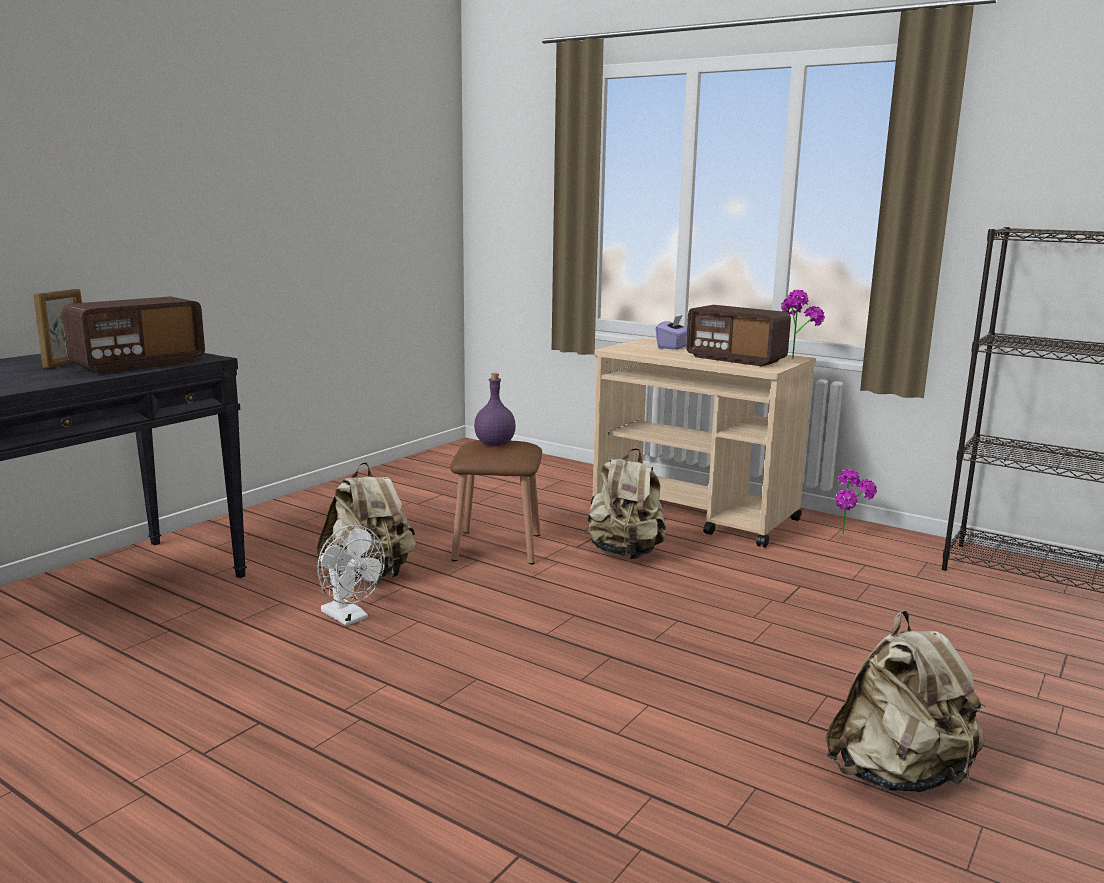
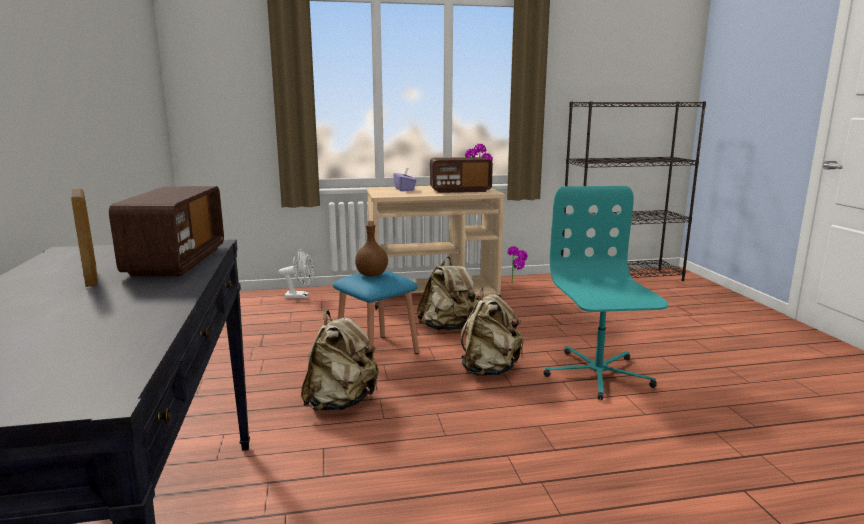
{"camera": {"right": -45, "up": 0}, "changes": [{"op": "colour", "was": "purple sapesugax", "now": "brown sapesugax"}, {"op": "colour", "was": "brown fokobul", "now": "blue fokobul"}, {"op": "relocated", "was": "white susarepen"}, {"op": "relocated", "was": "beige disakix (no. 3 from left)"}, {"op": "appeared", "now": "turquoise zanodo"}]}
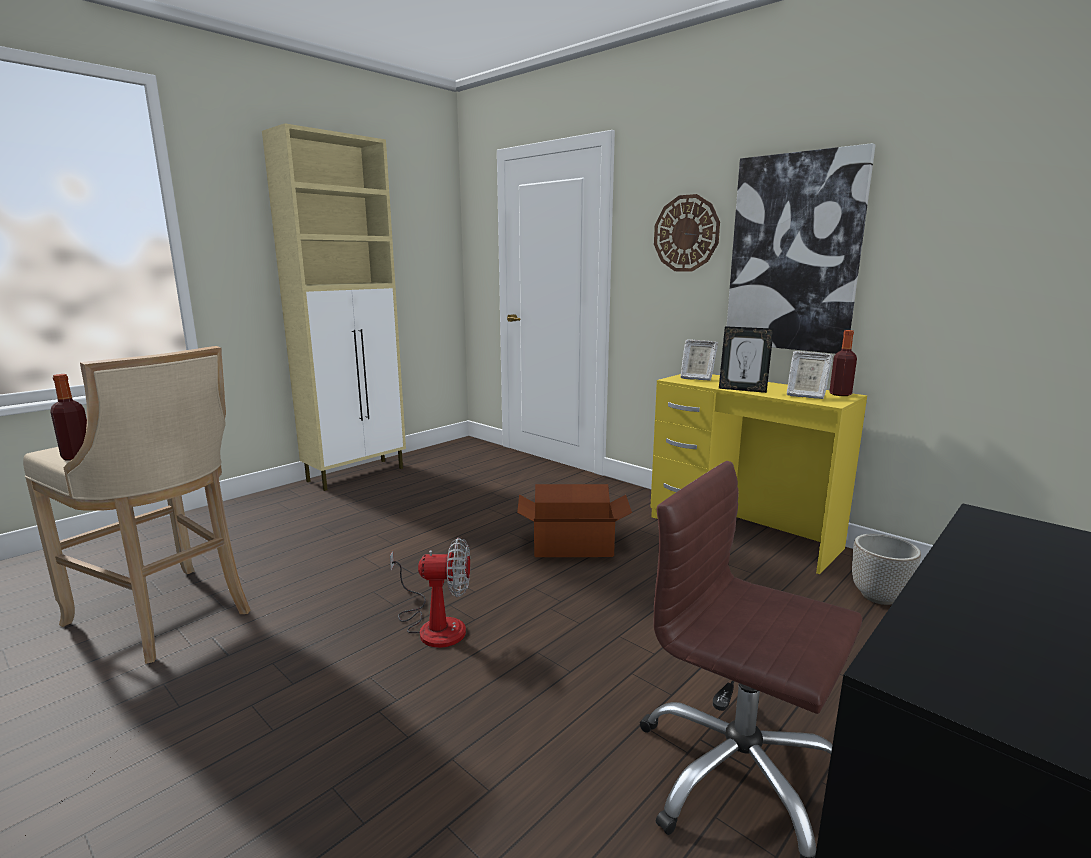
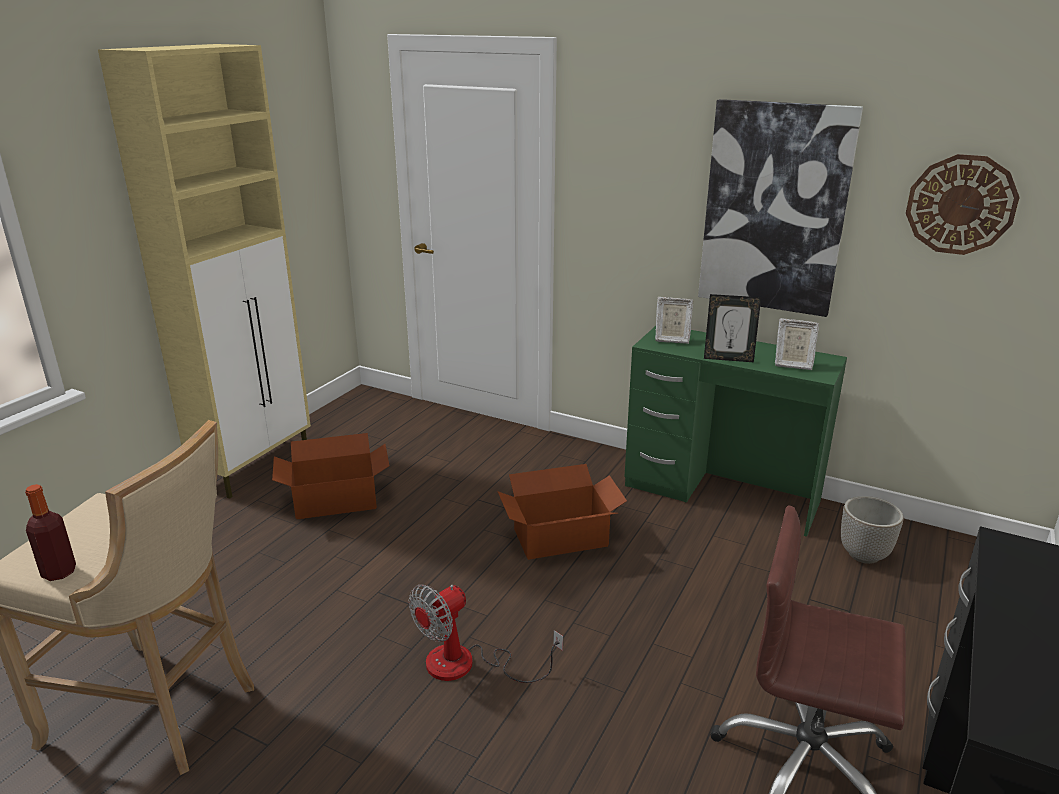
{"camera": {"right": -15, "up": 10}, "changes": [{"op": "relocated", "was": "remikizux"}, {"op": "missing", "was": "sapesugax (no. 2 from left)"}, {"op": "colour", "was": "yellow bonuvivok", "now": "green bonuvivok"}, {"op": "spun", "was": "susarepen", "clockwise": 150}, {"op": "appeared", "now": "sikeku (no. 1 from left)"}]}
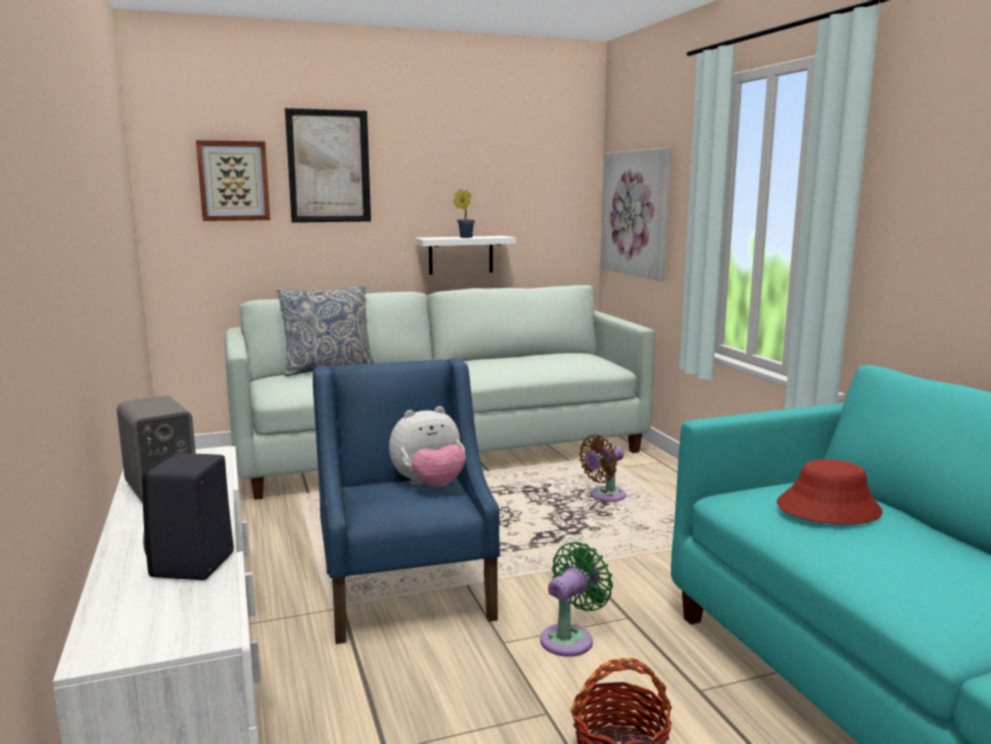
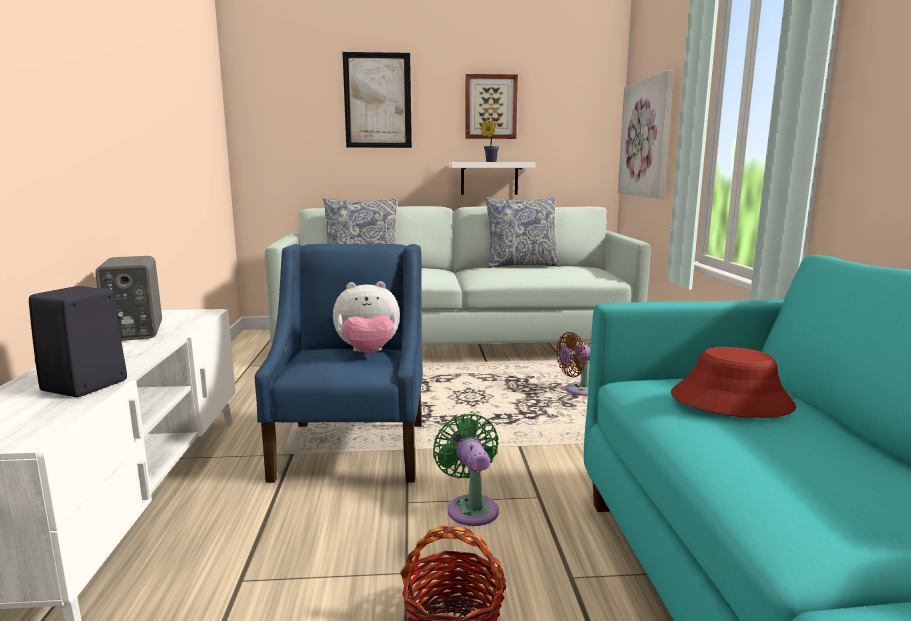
{"camera": {"right": 15, "up": 0}, "changes": [{"op": "relocated", "was": "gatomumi (no. 1 from left in the first image)", "now": "gatomumi (no. 2 from left)"}, {"op": "spun", "was": "green susarepen", "clockwise": -75}, {"op": "appeared", "now": "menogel (no. 2 from left)"}]}
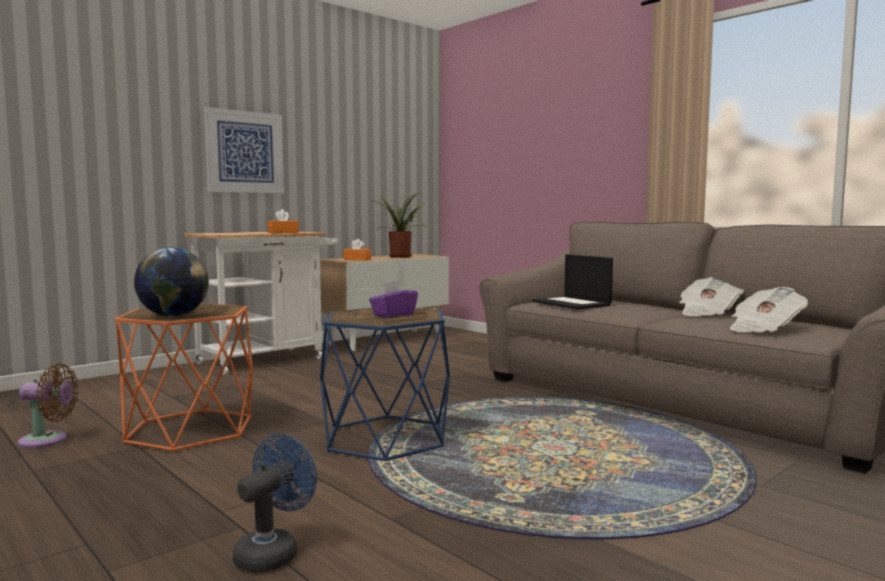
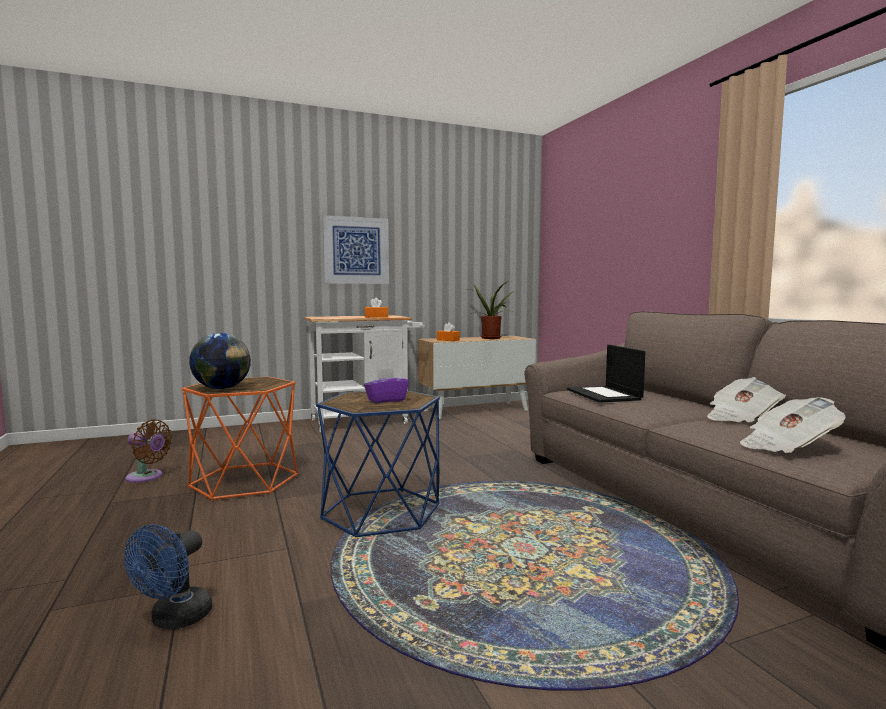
{"camera": {"right": 20, "up": 0}, "changes": [{"op": "spun", "was": "blue susarepen", "clockwise": 150}]}
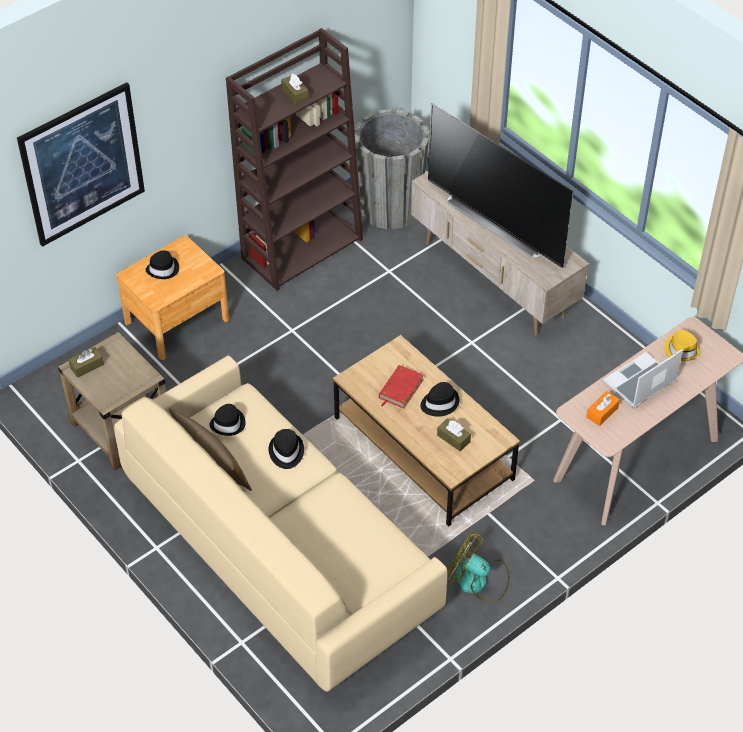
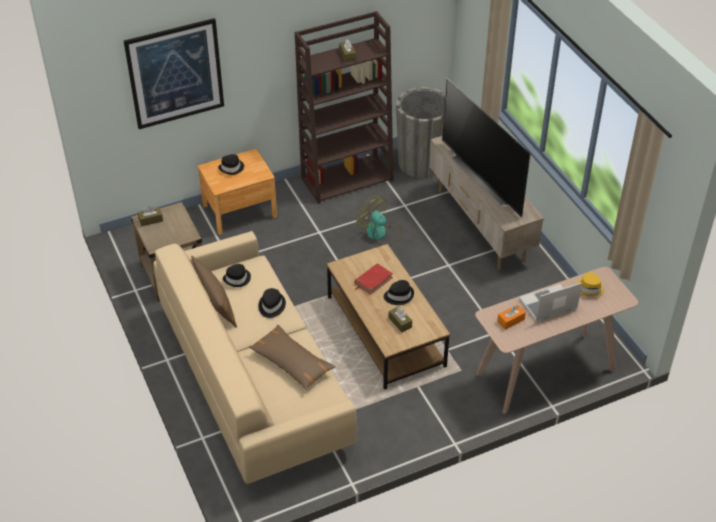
{"camera": {"right": 15, "up": -5}, "changes": [{"op": "relocated", "was": "susarepen"}, {"op": "appeared", "now": "brown menogel (no. 2 from left)"}]}
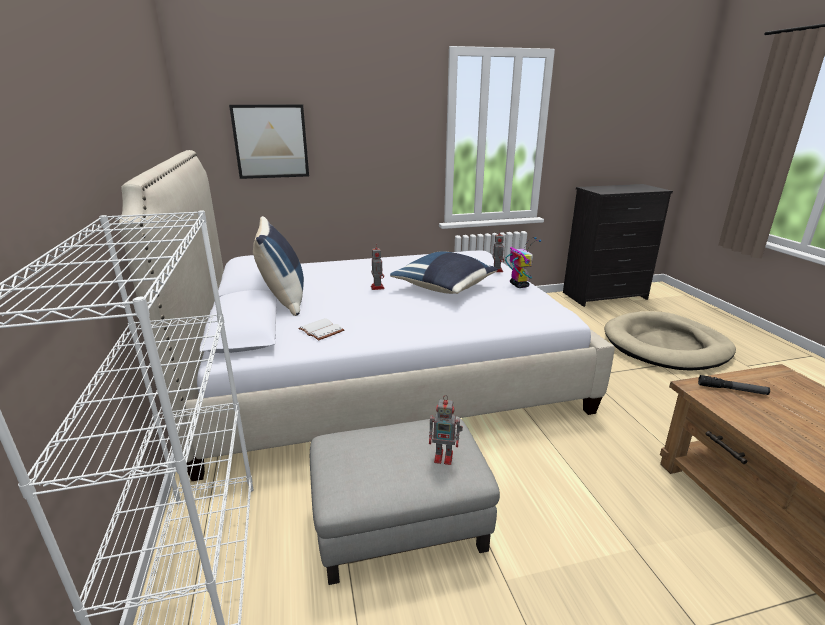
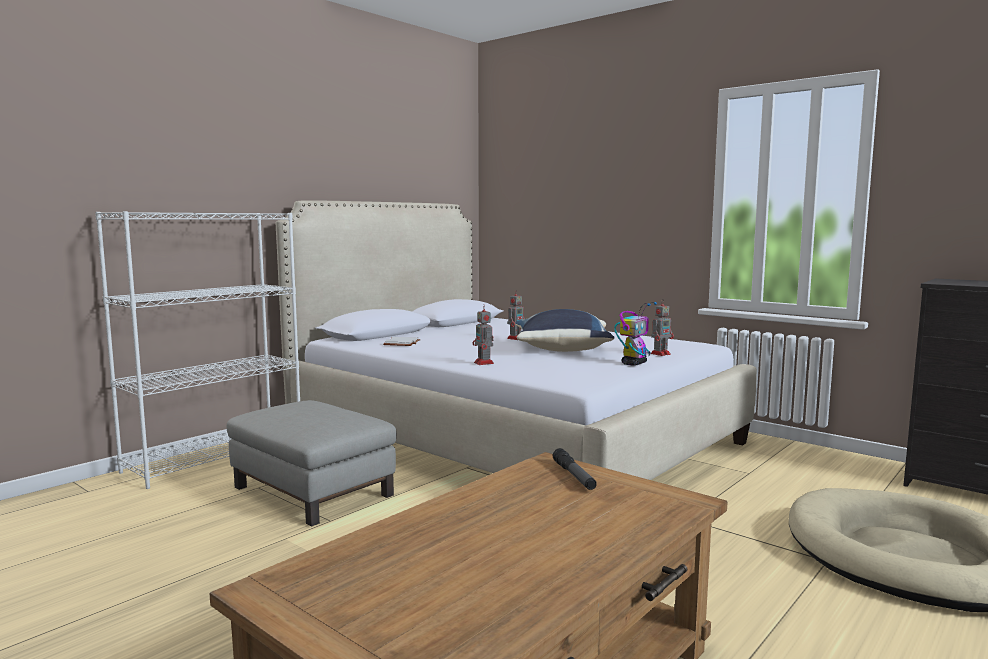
{"camera": {"right": 55, "up": -15}, "changes": [{"op": "missing", "was": "gatomumi"}, {"op": "missing", "was": "blue menogel (no. 1 from left)"}, {"op": "relocated", "was": "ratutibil (no. 2 from left in the first image)", "now": "ratutibil (no. 1 from left)"}]}
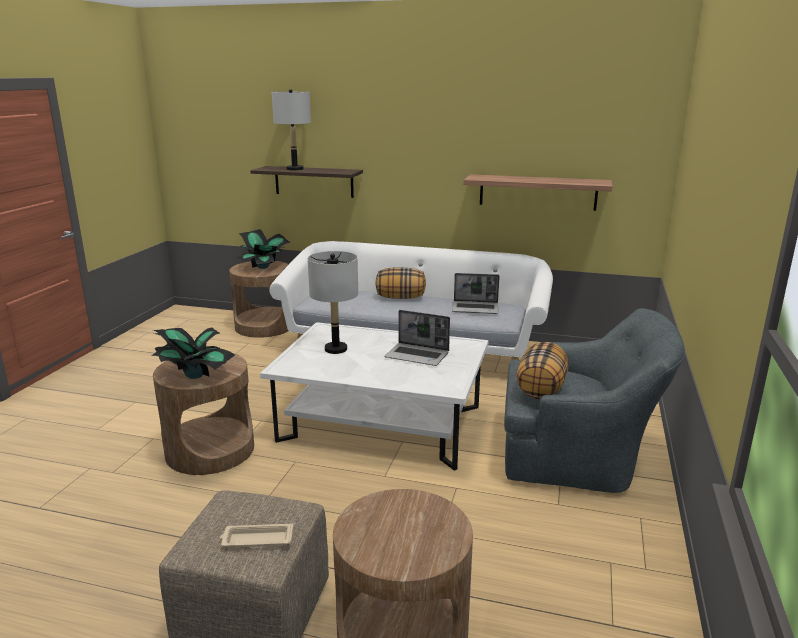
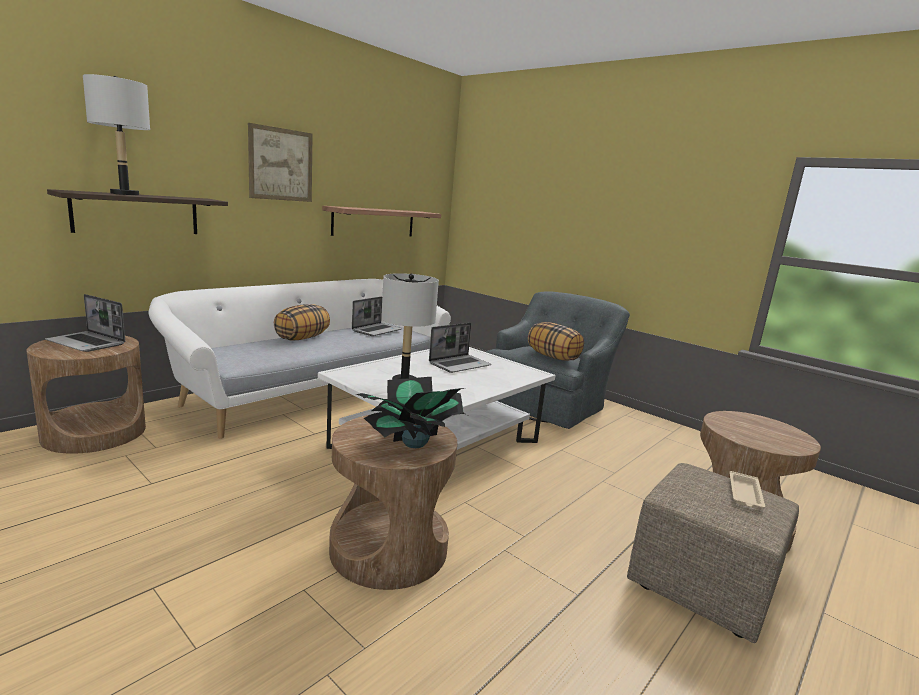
{"camera": {"right": -65, "up": -5}, "changes": [{"op": "exchanged", "was": "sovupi (no. 2 from left)", "now": "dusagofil (no. 1 from left)"}, {"op": "appeared", "now": "gatomumi"}]}
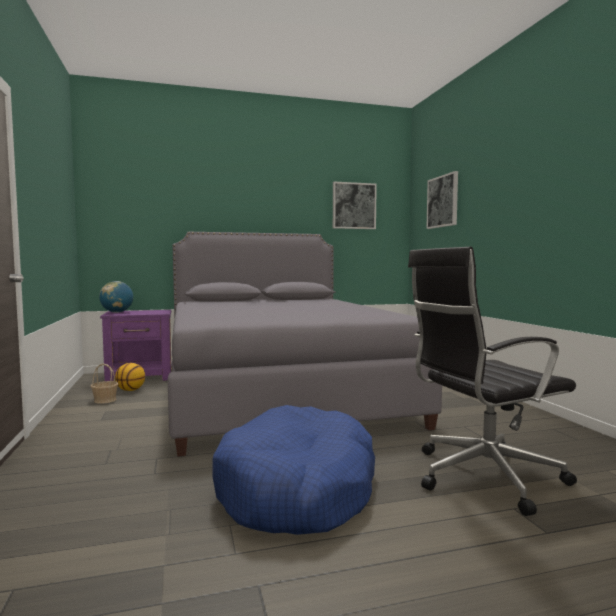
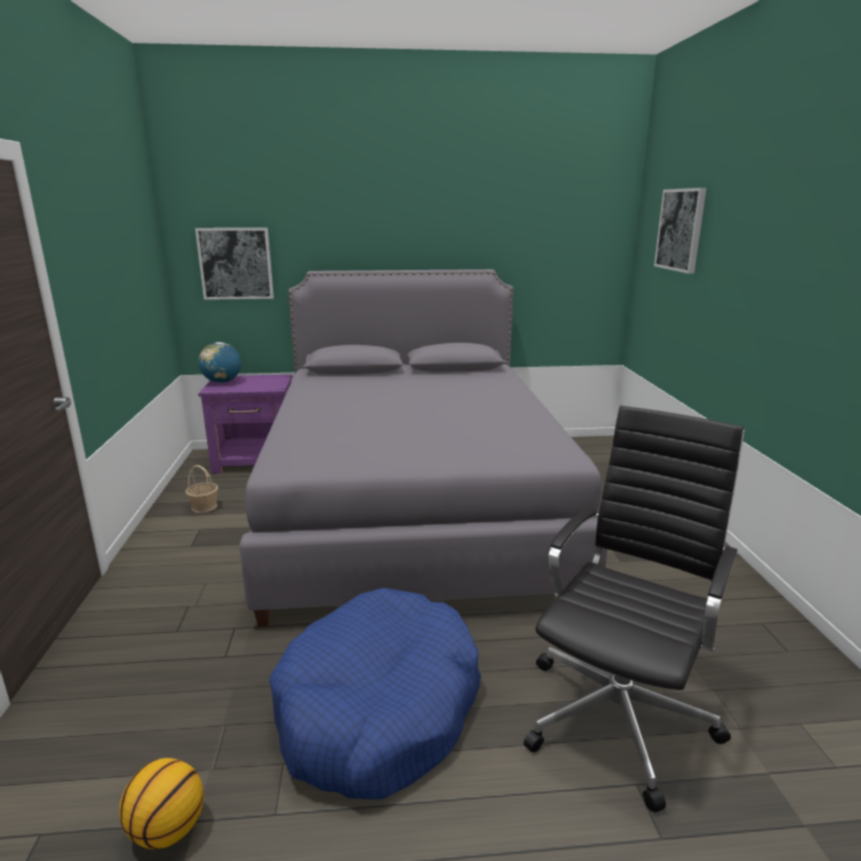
{"camera": {"right": 10, "up": 15}, "changes": [{"op": "relocated", "was": "gatomumi (no. 1 from left)"}, {"op": "spun", "was": "black zanodo", "clockwise": 135}, {"op": "relocated", "was": "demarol"}]}
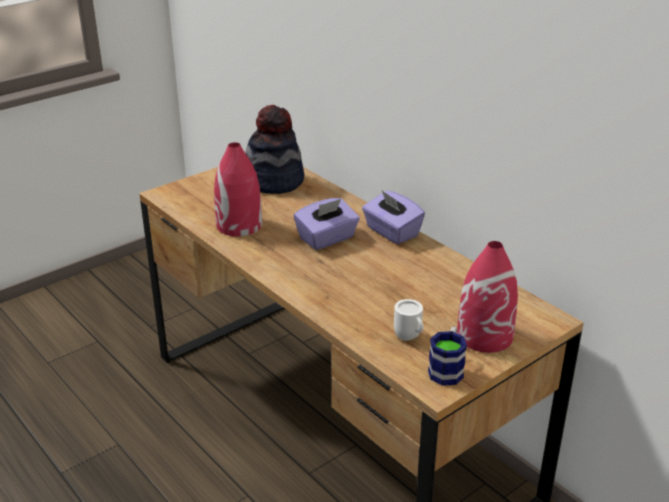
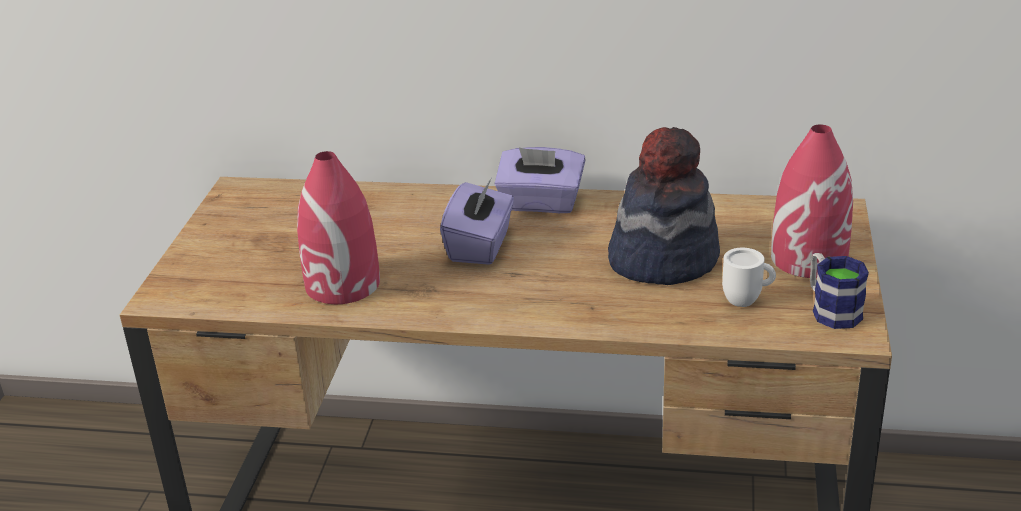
{"camera": {"right": -40, "up": 0}, "changes": [{"op": "relocated", "was": "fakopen"}]}
